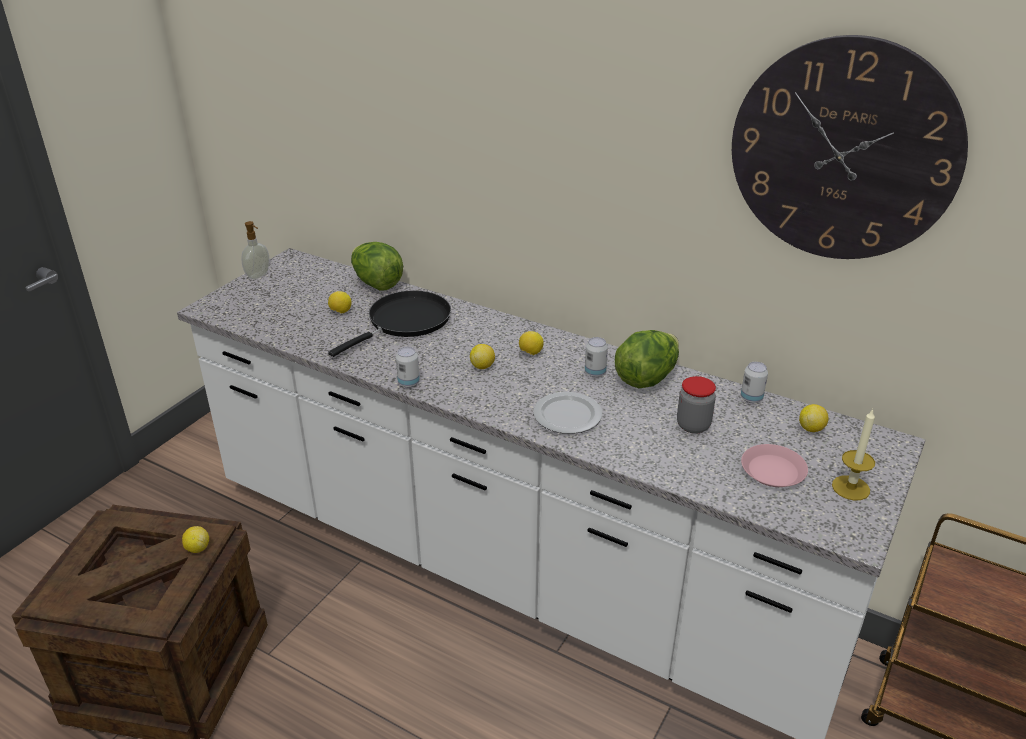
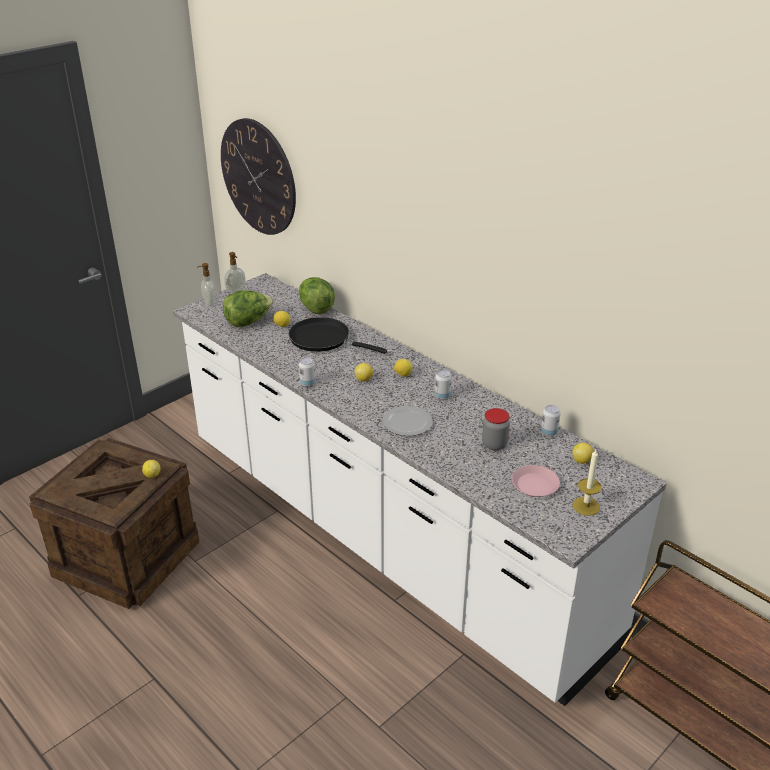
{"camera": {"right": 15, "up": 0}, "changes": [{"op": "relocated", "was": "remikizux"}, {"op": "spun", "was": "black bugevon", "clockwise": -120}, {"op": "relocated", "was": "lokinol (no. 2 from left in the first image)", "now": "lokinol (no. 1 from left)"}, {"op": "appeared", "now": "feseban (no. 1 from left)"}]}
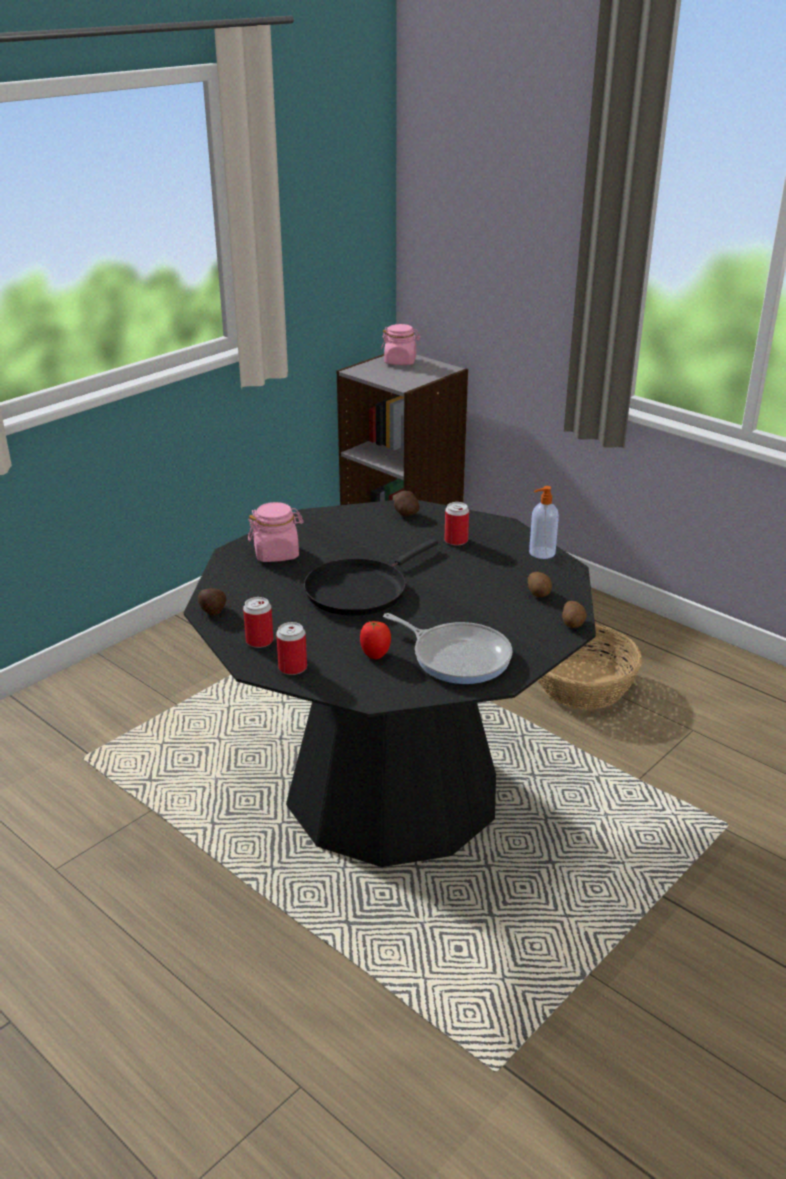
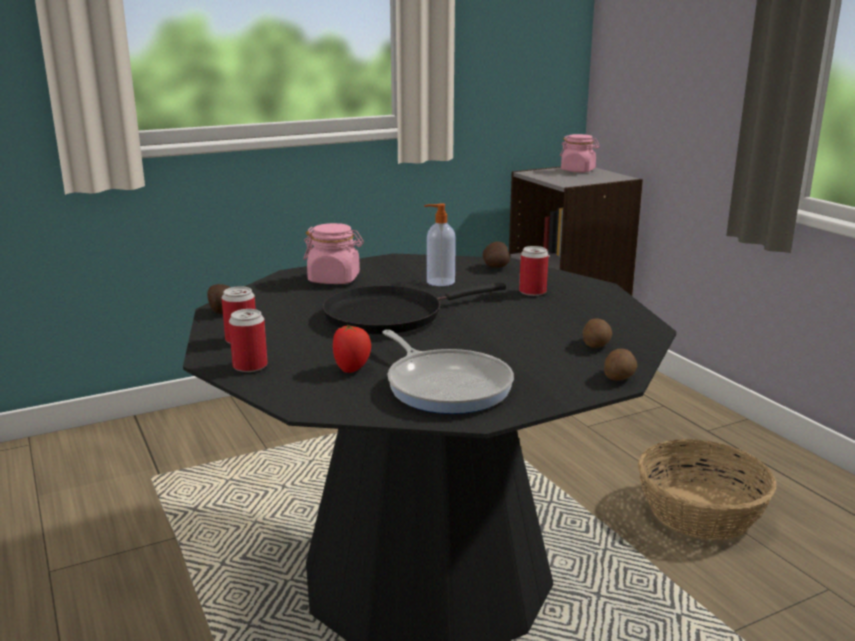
{"camera": {"right": 20, "up": -10}, "changes": [{"op": "relocated", "was": "feseban"}]}
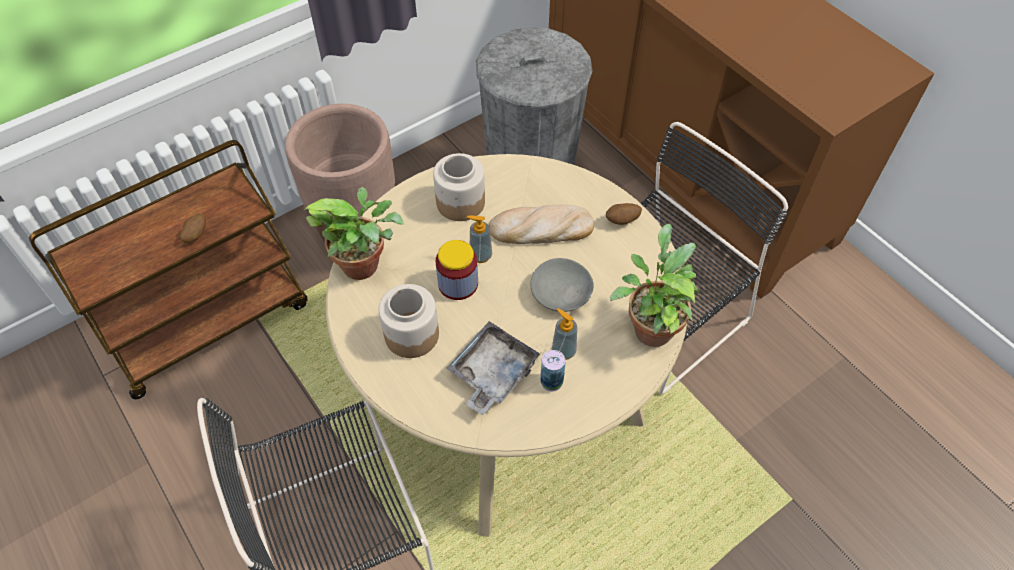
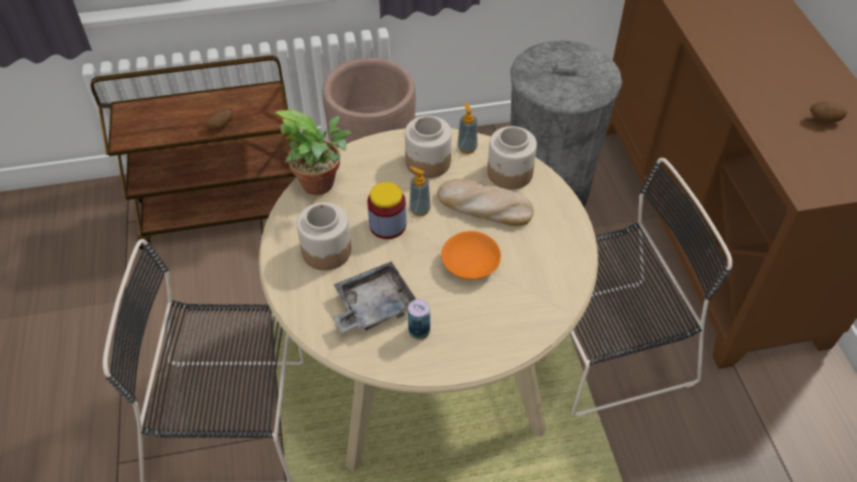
{"camera": {"right": 25, "up": -5}, "changes": [{"op": "relocated", "was": "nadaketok (no. 2 from left)"}, {"op": "missing", "was": "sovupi (no. 2 from left)"}, {"op": "colour", "was": "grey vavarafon", "now": "orange vavarafon"}, {"op": "relocated", "was": "feseban (no. 2 from left)"}, {"op": "appeared", "now": "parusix (no. 4 from left)"}]}
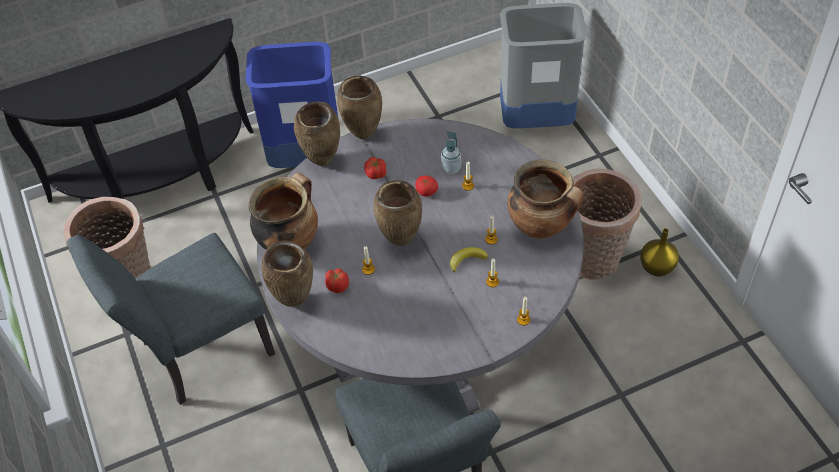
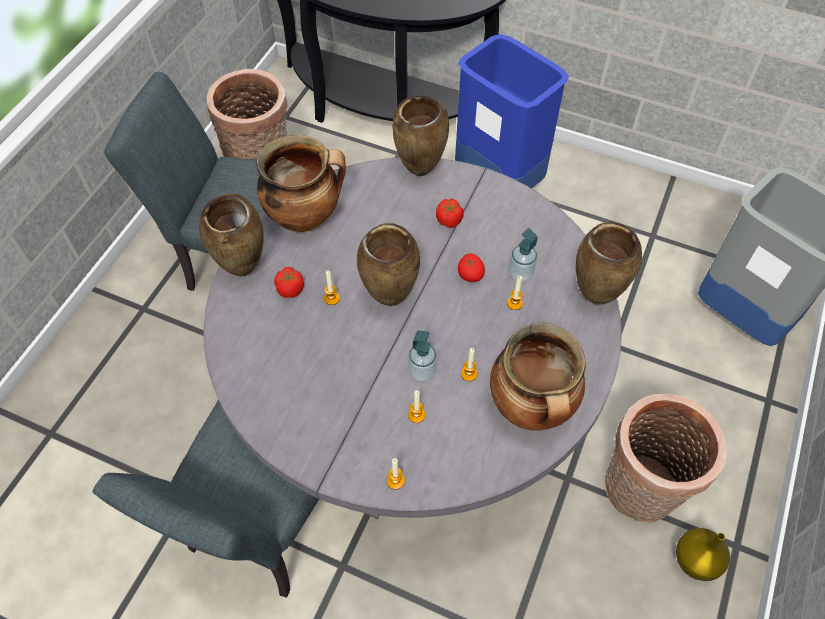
{"camera": {"right": 45, "up": 5}, "changes": [{"op": "relocated", "was": "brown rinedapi (no. 3 from left in the first image)", "now": "brown rinedapi (no. 4 from left)"}, {"op": "exchanged", "was": "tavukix", "now": "feseban (no. 1 from left)"}]}
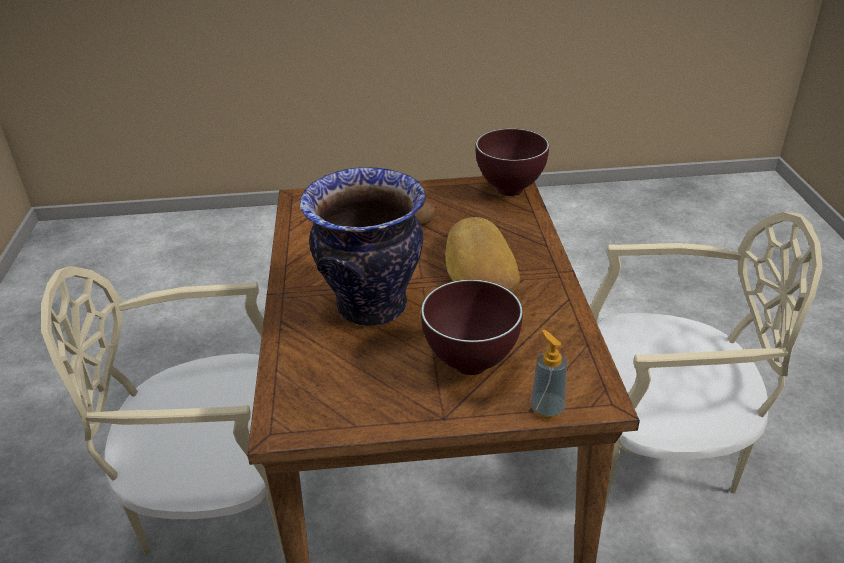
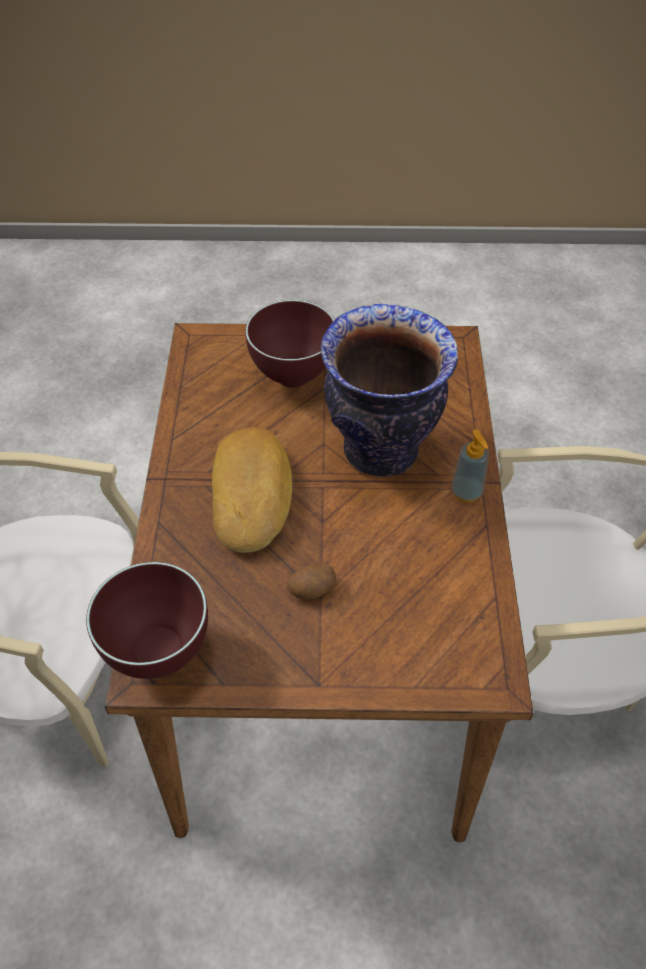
{"camera": {"right": -175, "up": 15}, "changes": [{"op": "relocated", "was": "feseban"}]}
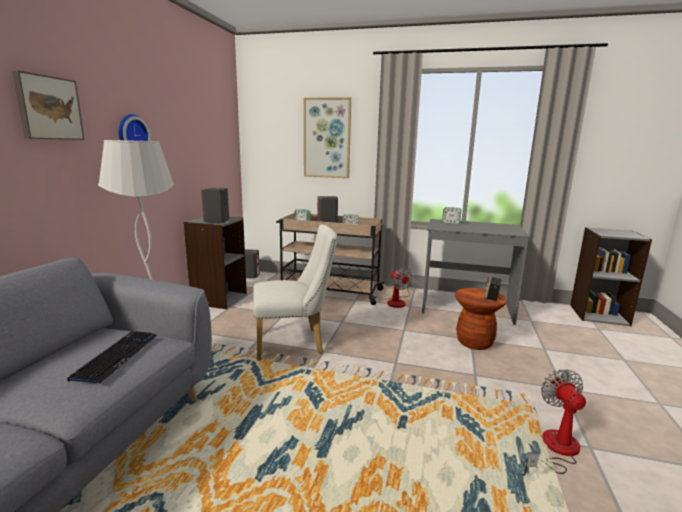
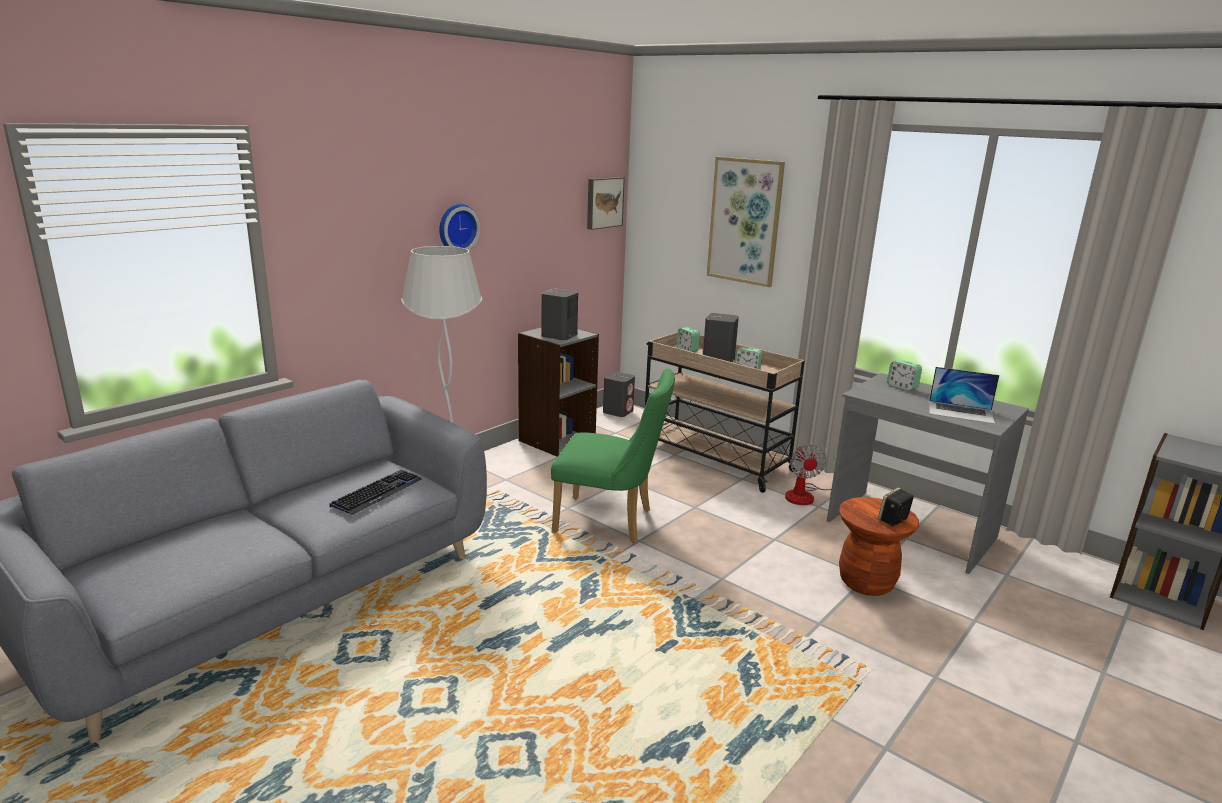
{"camera": {"right": 25, "up": 5}, "changes": [{"op": "relocated", "was": "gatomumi (no. 1 from left)"}, {"op": "colour", "was": "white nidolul", "now": "green nidolul"}, {"op": "missing", "was": "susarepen (no. 2 from left)"}, {"op": "appeared", "now": "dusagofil"}]}
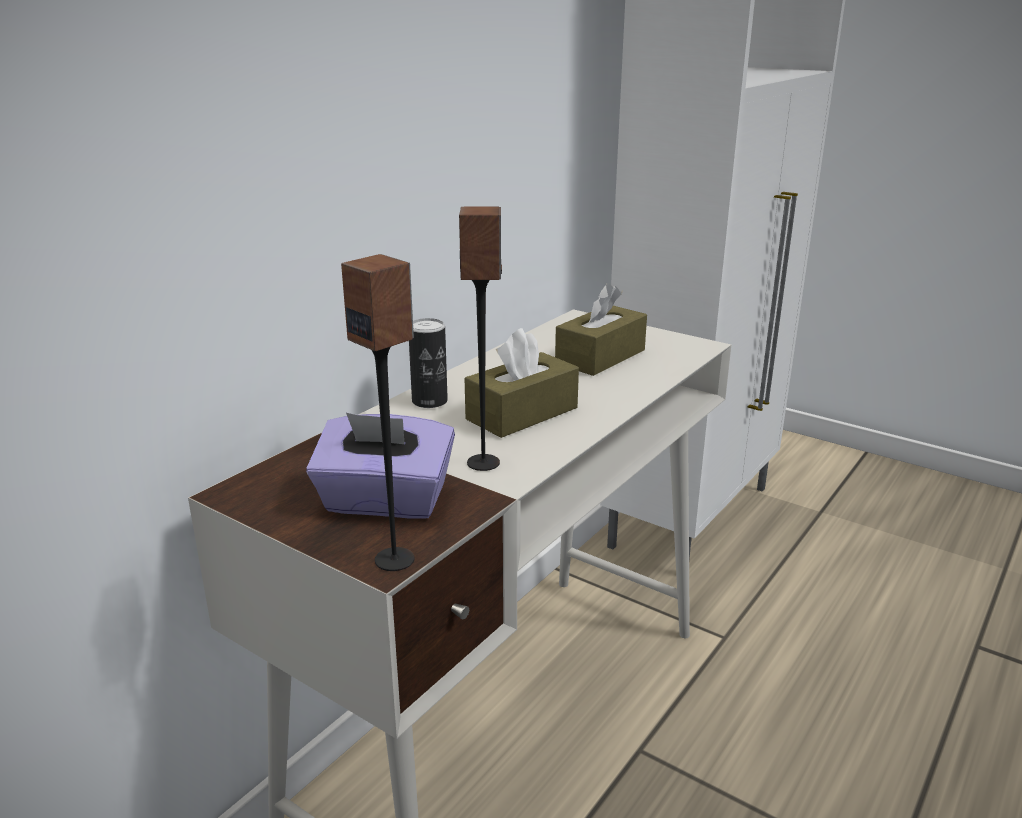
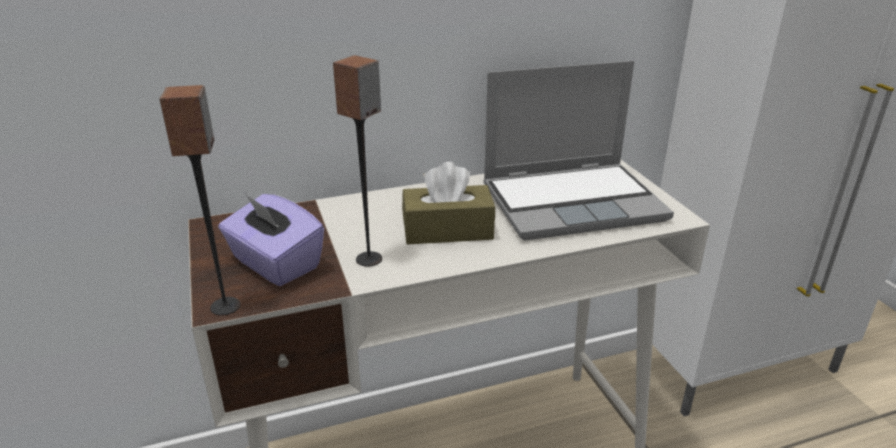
{"camera": {"right": 35, "up": 5}, "changes": [{"op": "exchanged", "was": "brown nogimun (no. 2 from left)", "now": "dusagofil"}, {"op": "missing", "was": "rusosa"}]}
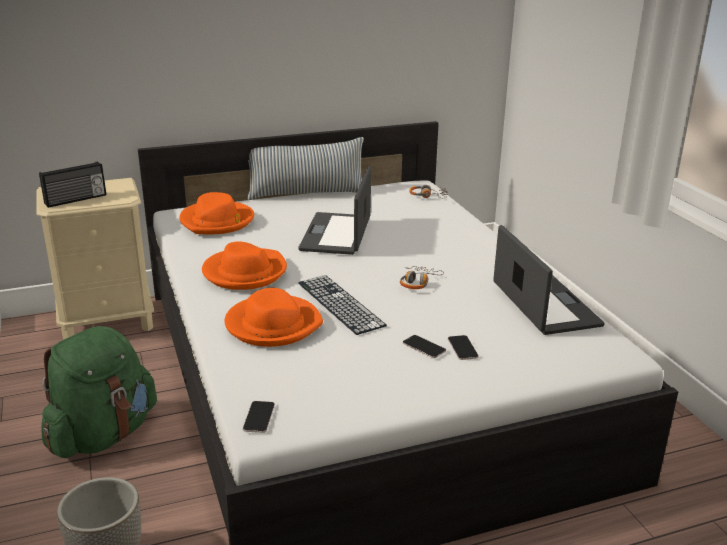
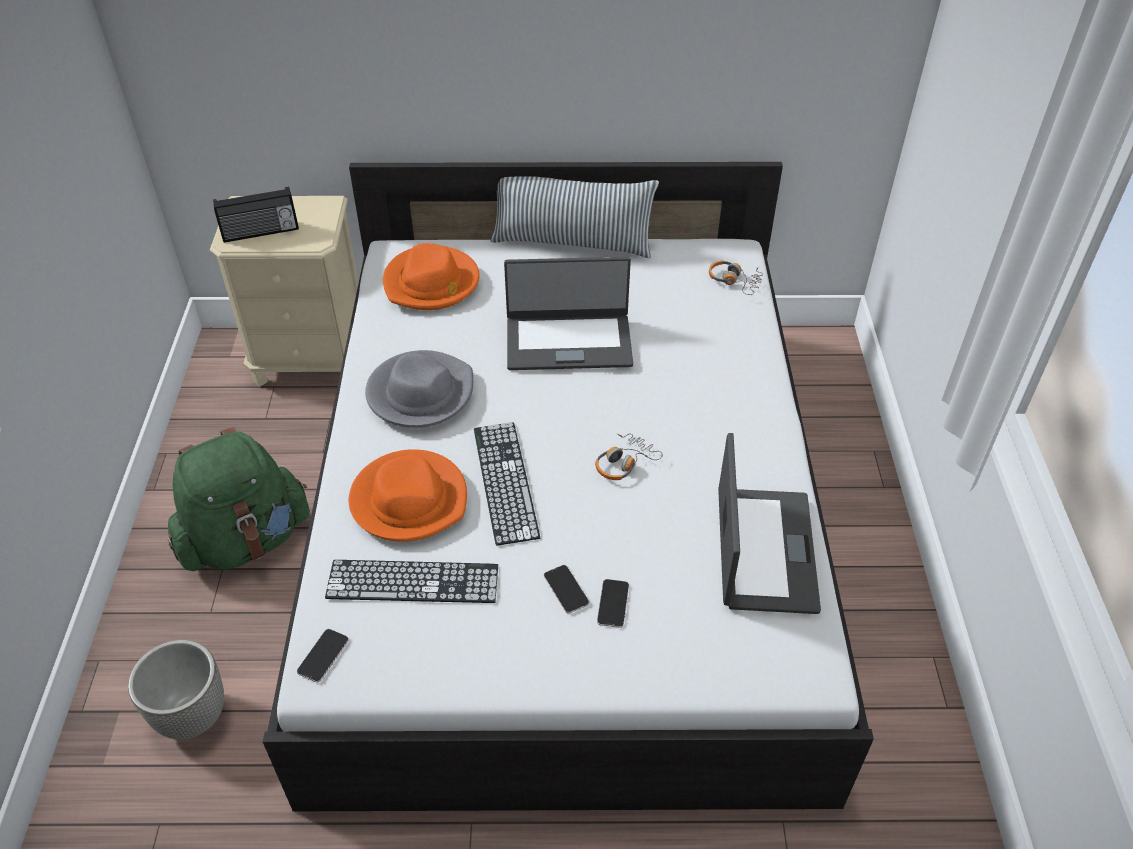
{"camera": {"right": 20, "up": 20}, "changes": [{"op": "spun", "was": "dusagofil (no. 1 from left)", "clockwise": -120}, {"op": "colour", "was": "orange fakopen (no. 2 from left)", "now": "grey fakopen"}, {"op": "appeared", "now": "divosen (no. 1 from left)"}]}
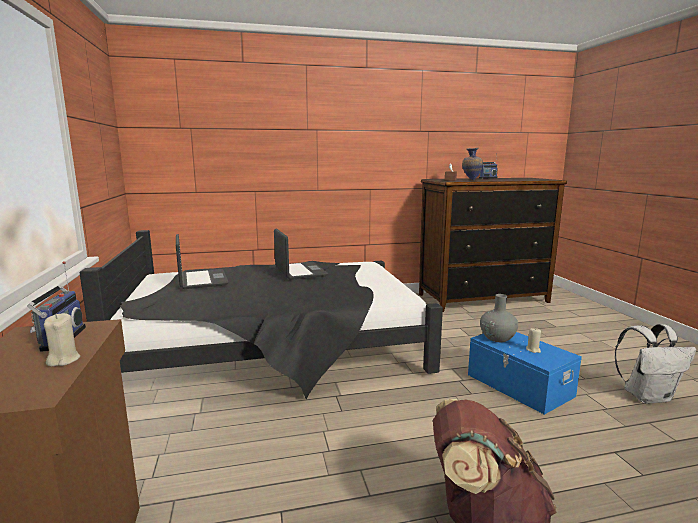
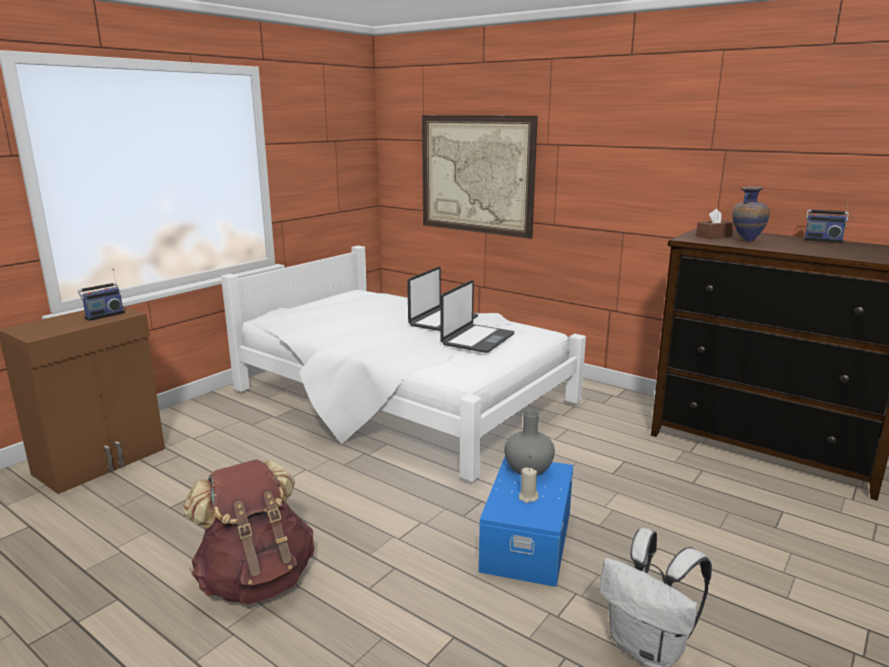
{"camera": {"right": 50, "up": 5}, "changes": [{"op": "colour", "was": "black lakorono", "now": "white lakorono"}, {"op": "relocated", "was": "dusagofil (no. 1 from left in the first image)", "now": "dusagofil (no. 2 from left)"}, {"op": "missing", "was": "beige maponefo (no. 1 from left)"}, {"op": "appeared", "now": "gatomumi"}]}
